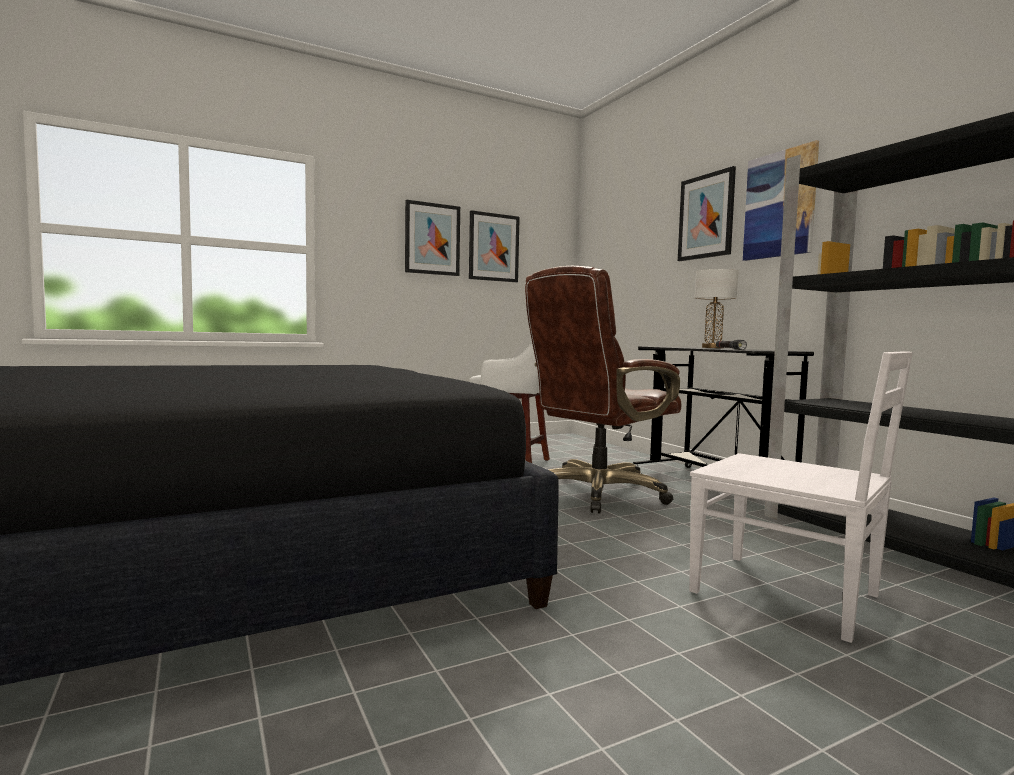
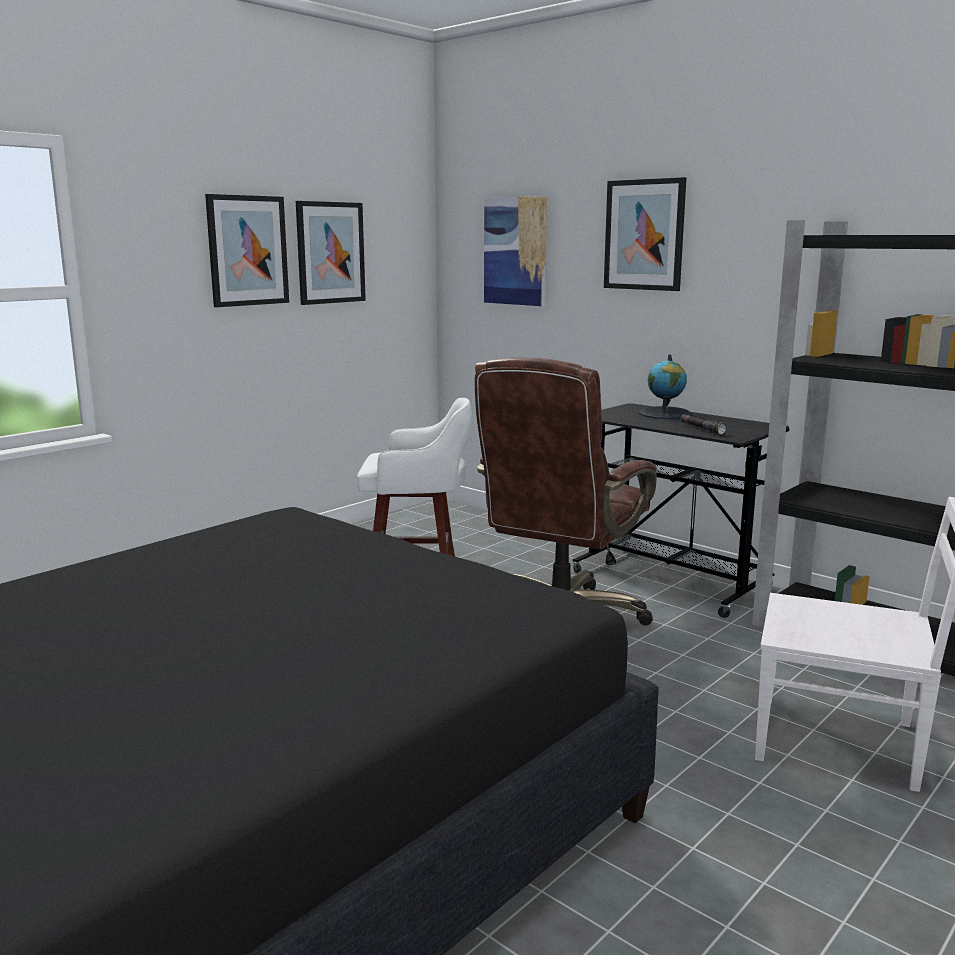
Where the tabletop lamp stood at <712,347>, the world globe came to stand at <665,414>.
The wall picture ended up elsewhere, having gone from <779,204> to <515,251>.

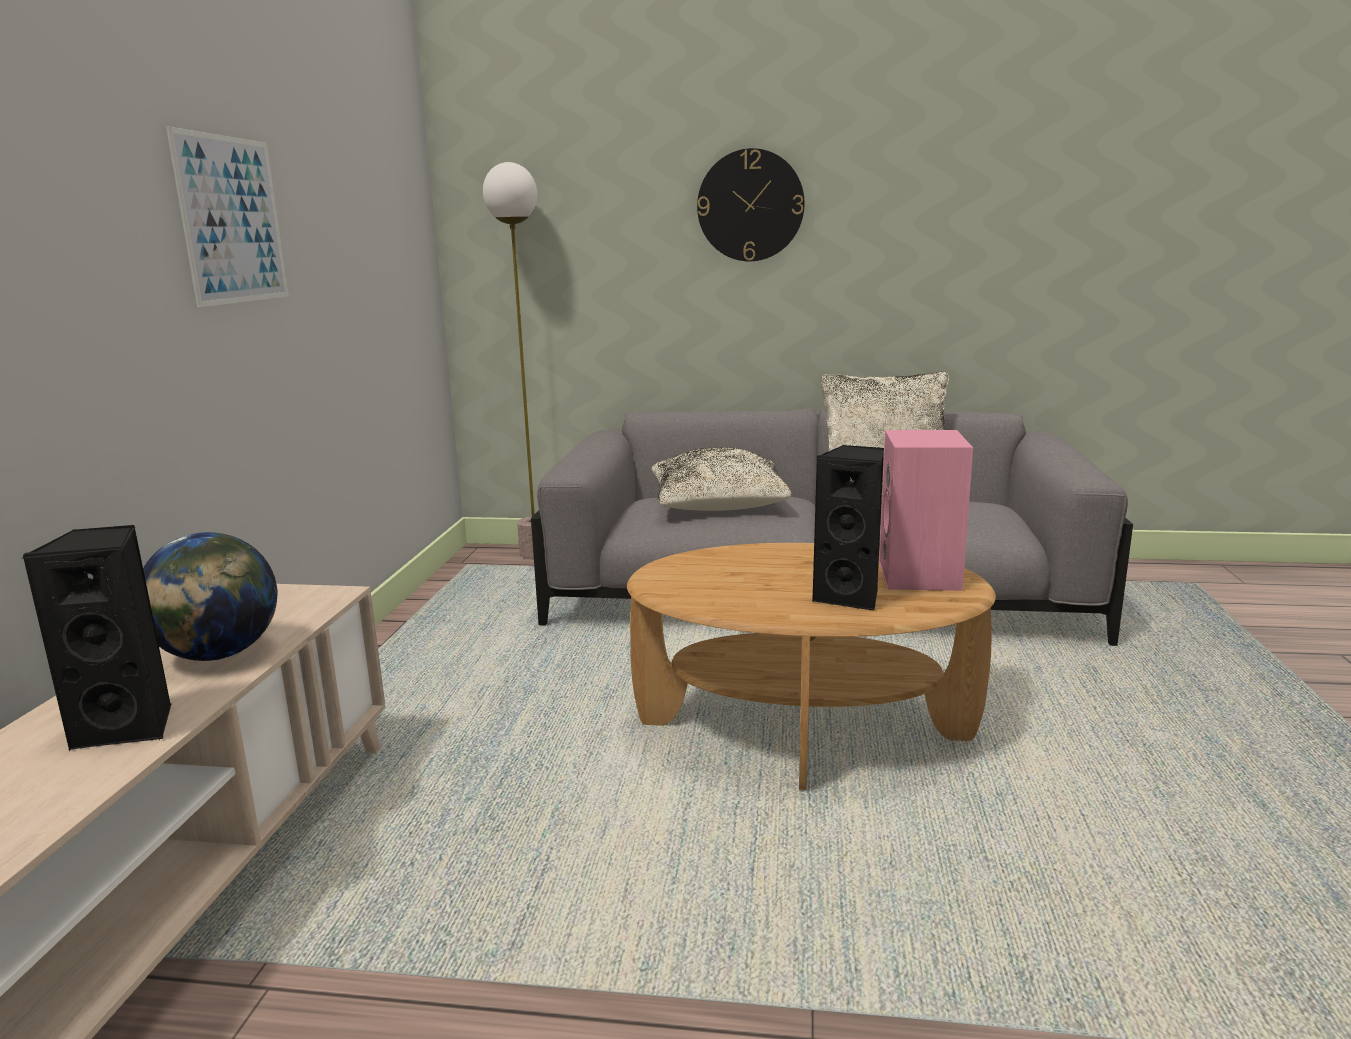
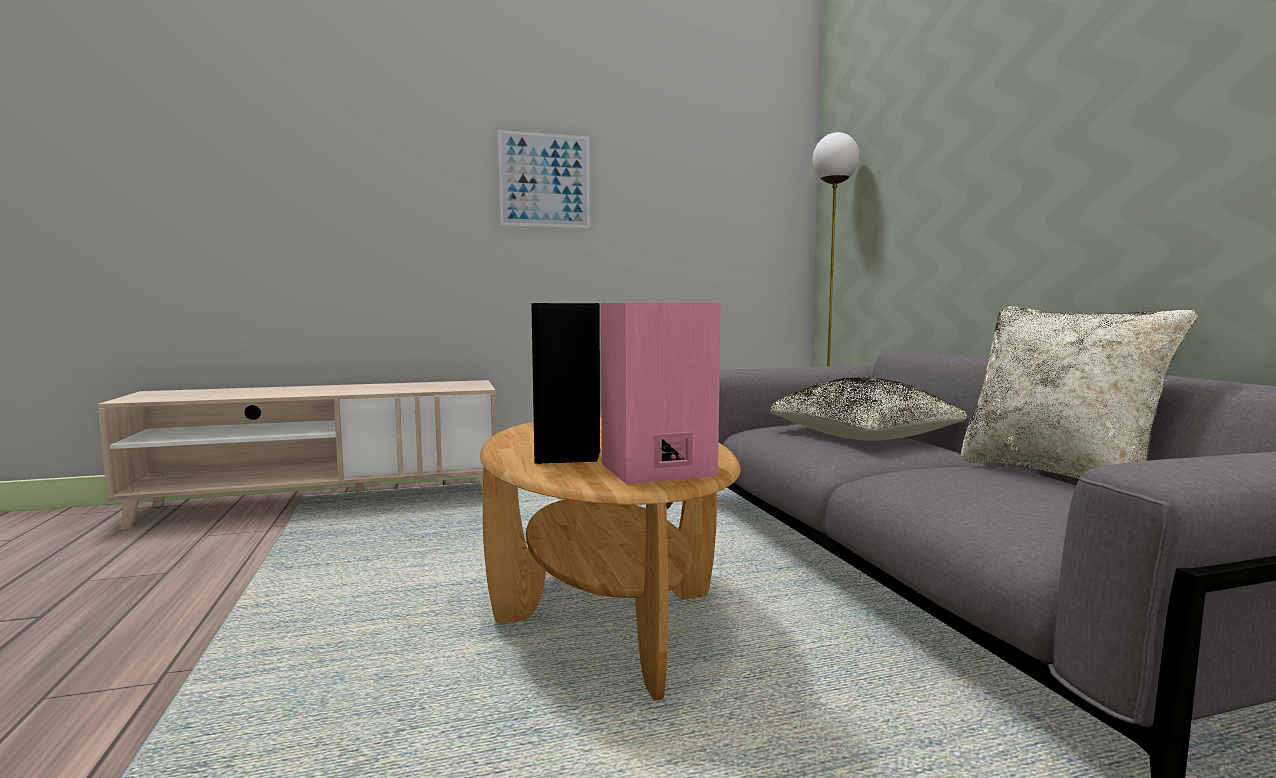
The second view lost the speaker in black at <130,726>.
The second view lost the world globe at <218,655>.
The second view lost the clock on the wall at <750,205>.

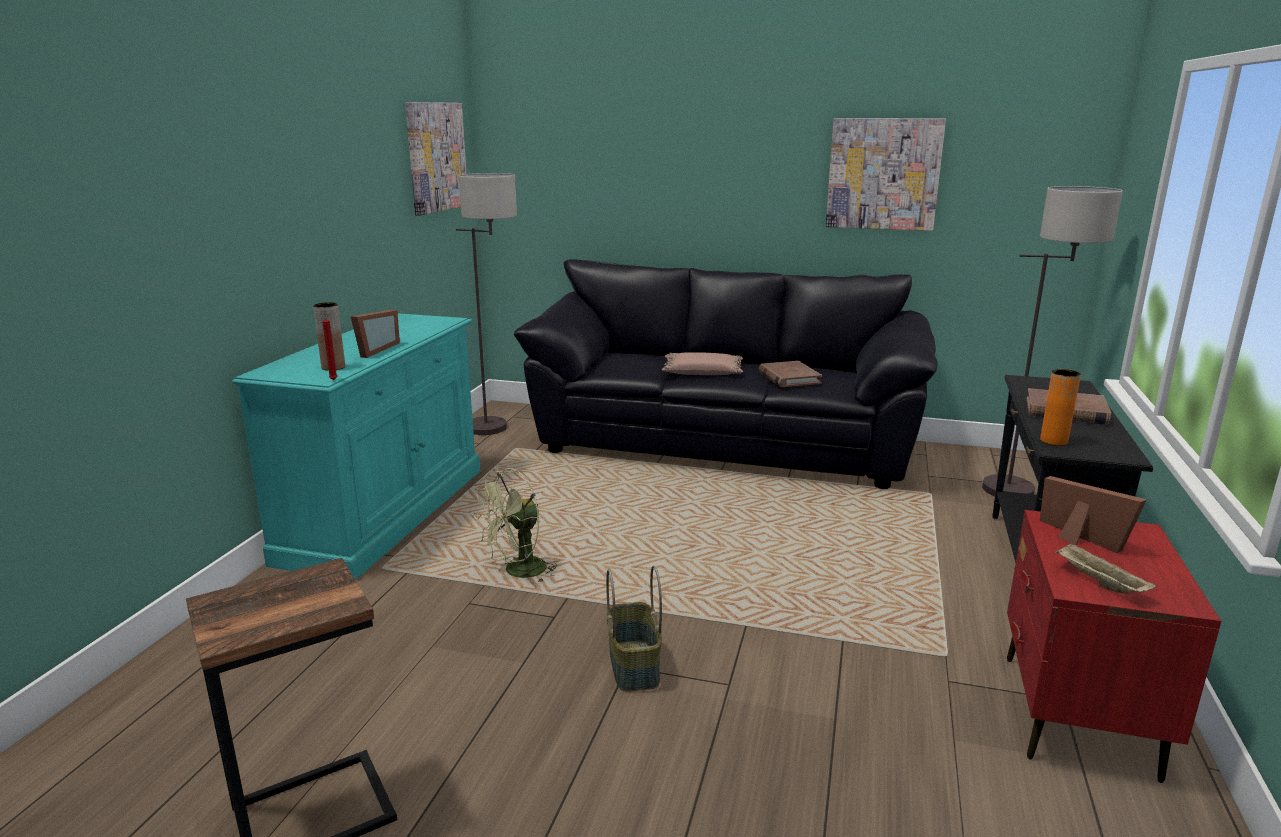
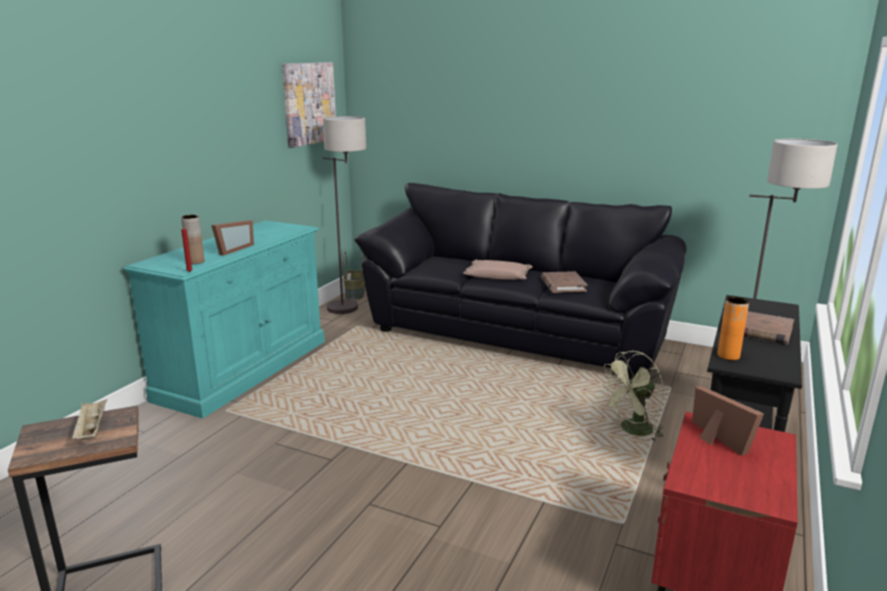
The cooling fan in greenish ended up elsewhere, having gone from <518,572> to <632,431>.
The household basket ended up elsewhere, having gone from <635,666> to <355,294>.
The second view lost the wall picture at <883,174>.
The tray in beige ended up elsewhere, having gone from <1098,582> to <92,430>.

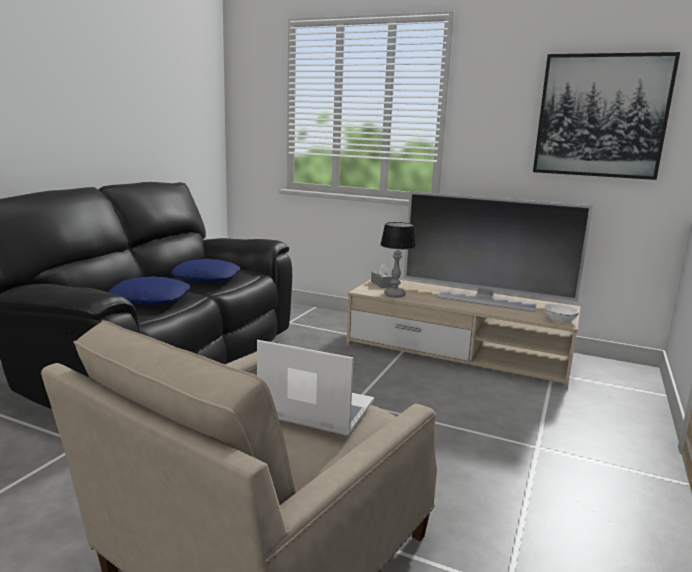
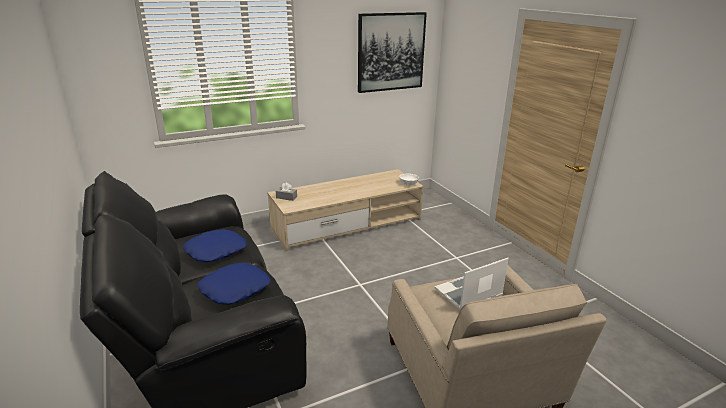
The second view lost the tabletop lamp at <394,295>.
The second view lost the TV set at <486,300>.

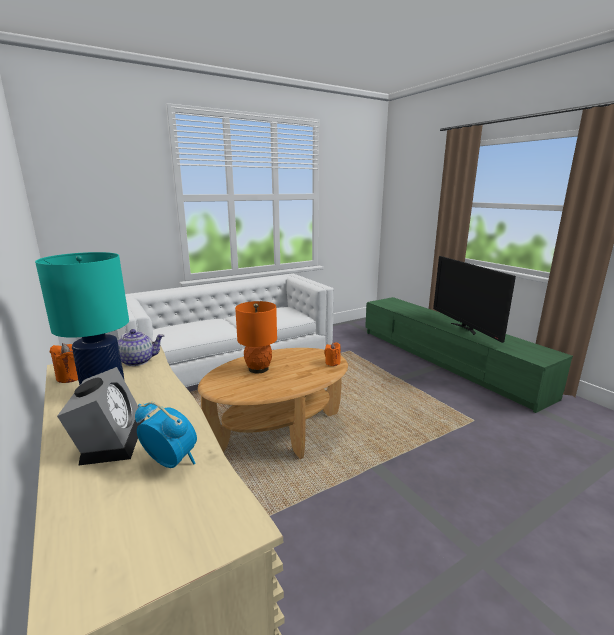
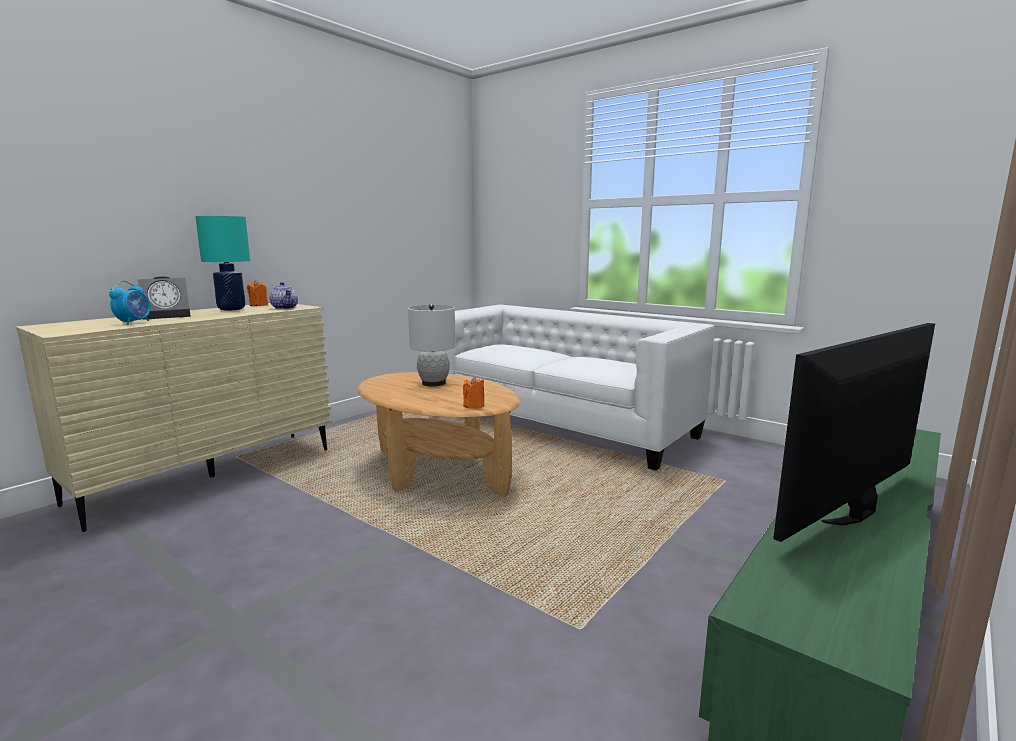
What was the tabletop lamp in orange at <258,369> turned into the tabletop lamp in white at <433,383>.

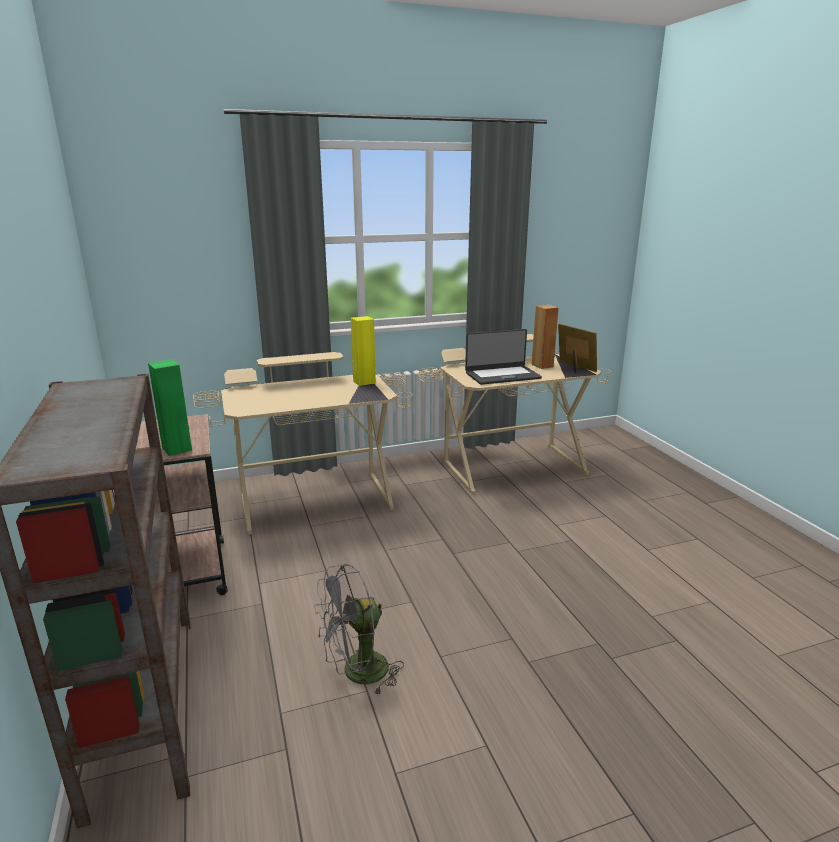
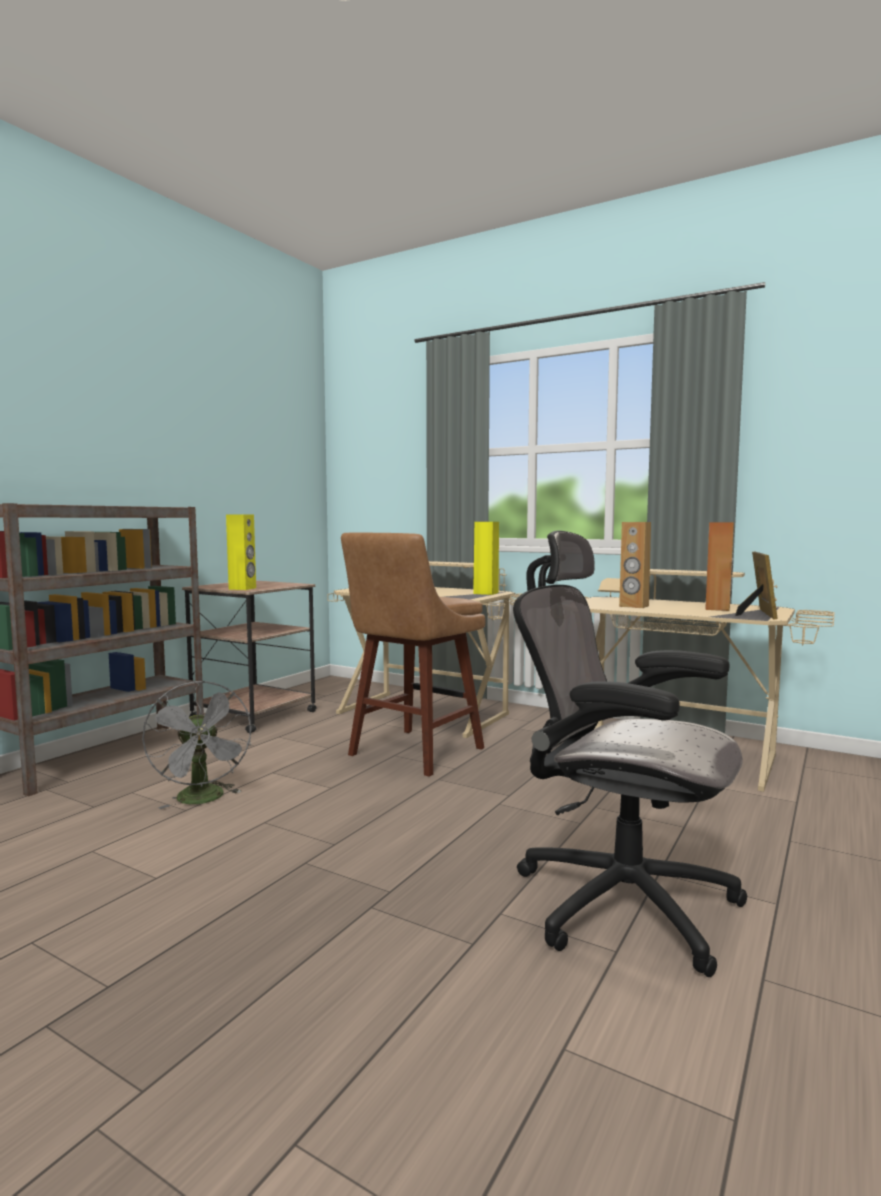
What was the speaker in greenish at <177,448> turned into the speaker in yellowish at <242,588>.
The cooling fan in grey at <357,674> ended up facing another way, 135 degrees counterclockwise from before.
Where the portable computer stood at <502,375>, the speaker in brownish came to stand at <634,606>.
The second view gained the stool seat in brownish at <413,753>.
The second view gained the office chair at <623,905>.

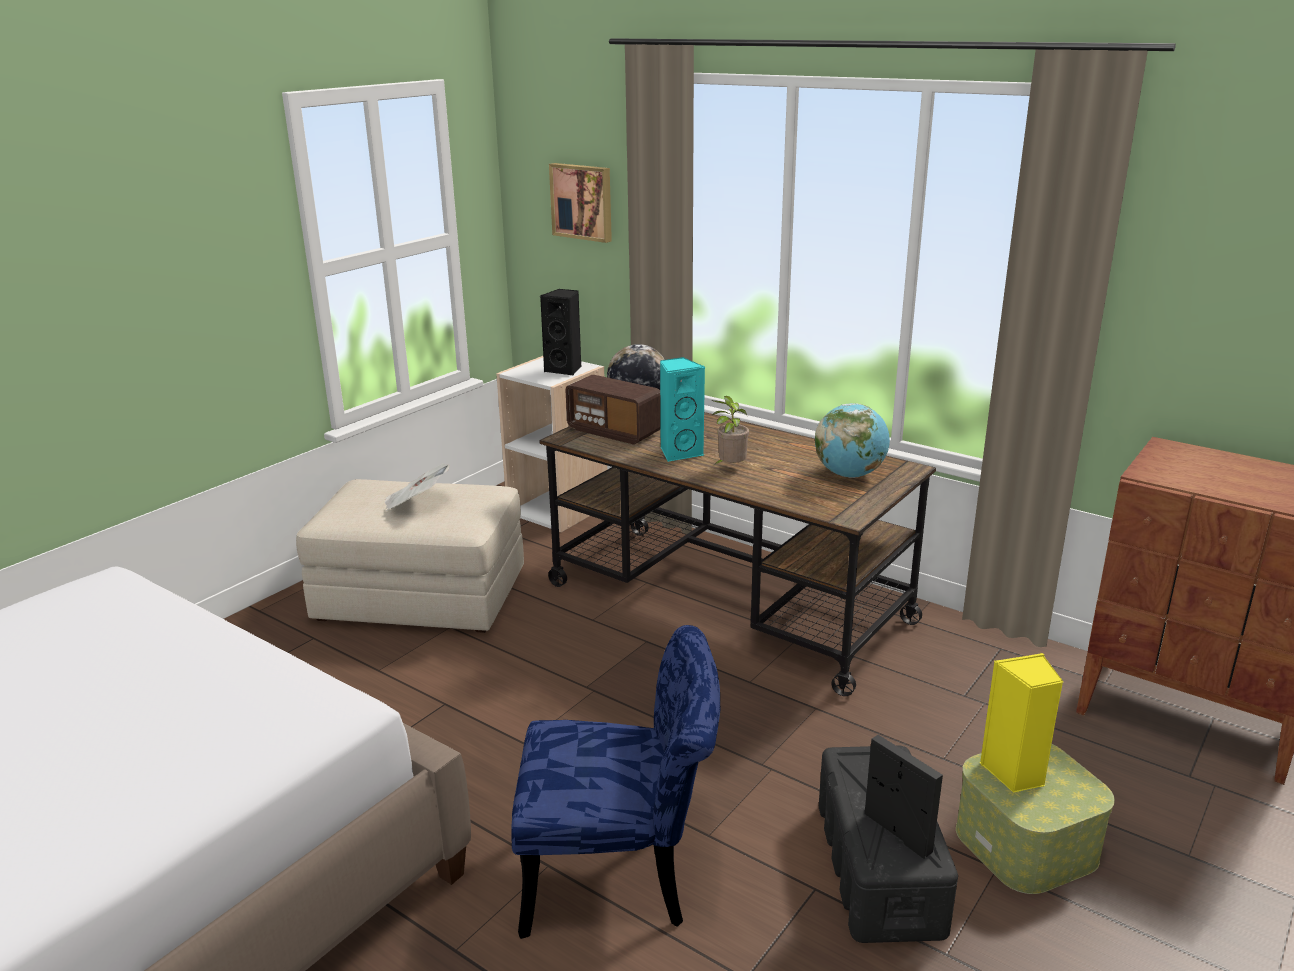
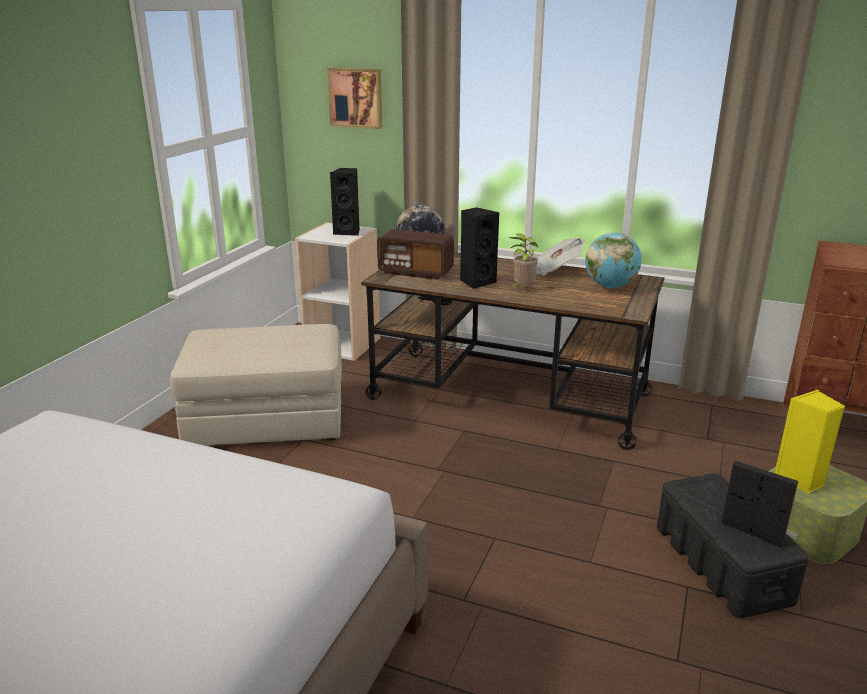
The printed paper ended up elsewhere, having gone from <416,504> to <553,271>.
The second view lost the plain chair in blue at <623,874>.
What was the speaker in blue-green at <679,452> turned into the speaker in black at <476,282>.

